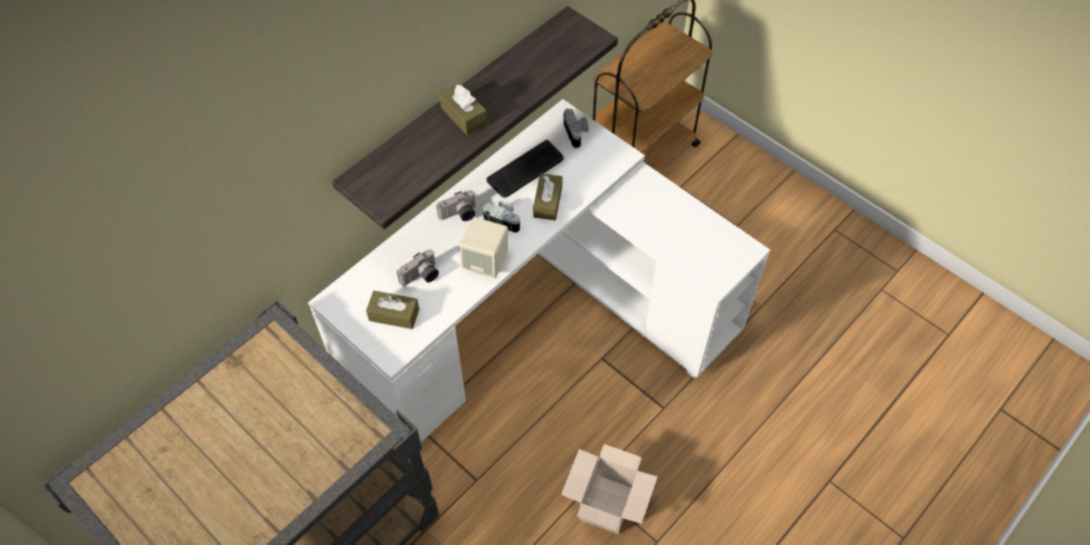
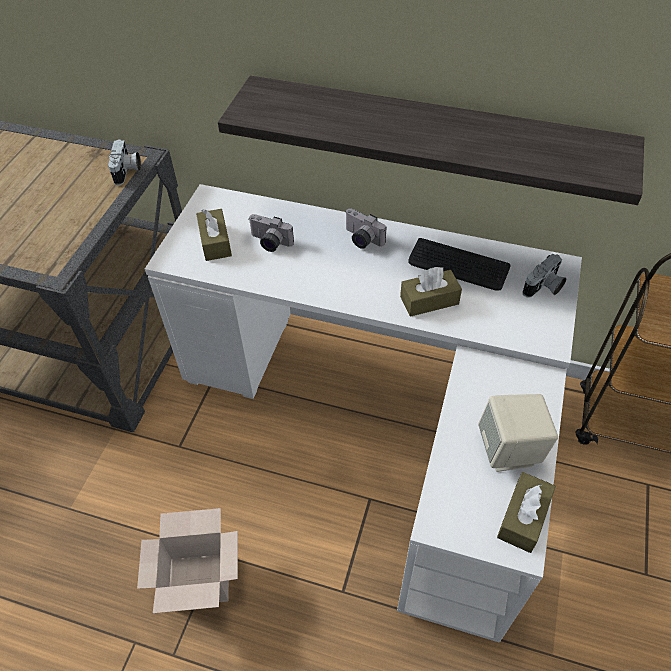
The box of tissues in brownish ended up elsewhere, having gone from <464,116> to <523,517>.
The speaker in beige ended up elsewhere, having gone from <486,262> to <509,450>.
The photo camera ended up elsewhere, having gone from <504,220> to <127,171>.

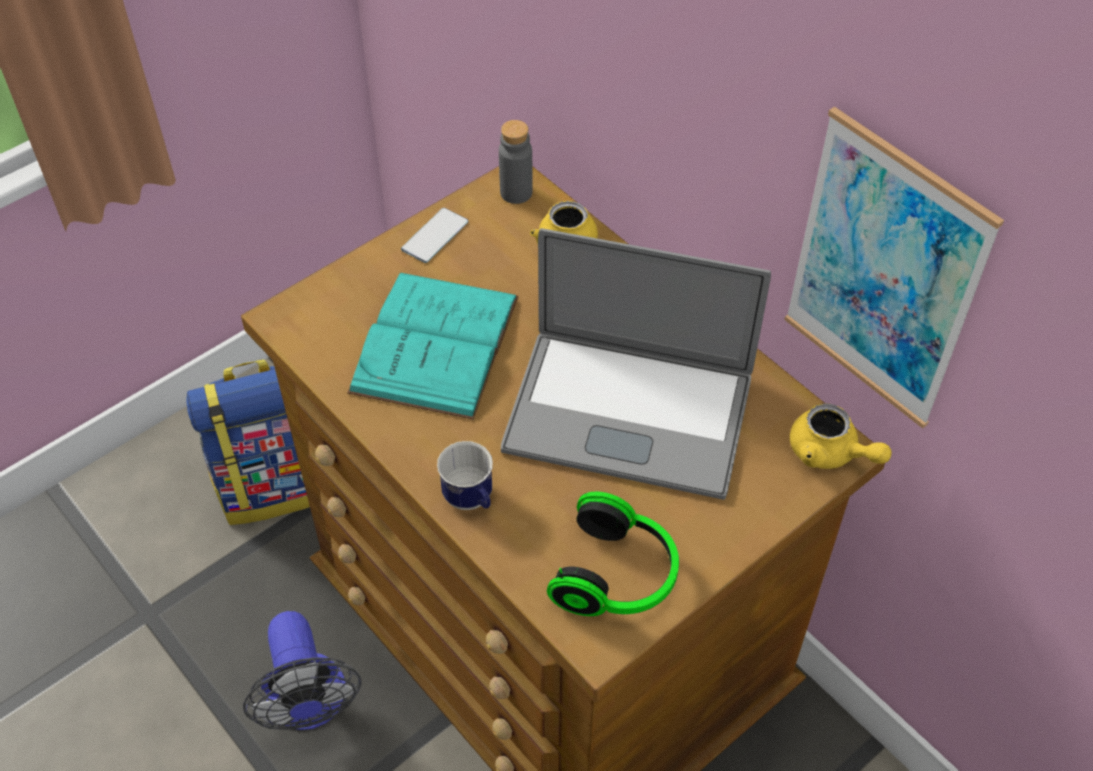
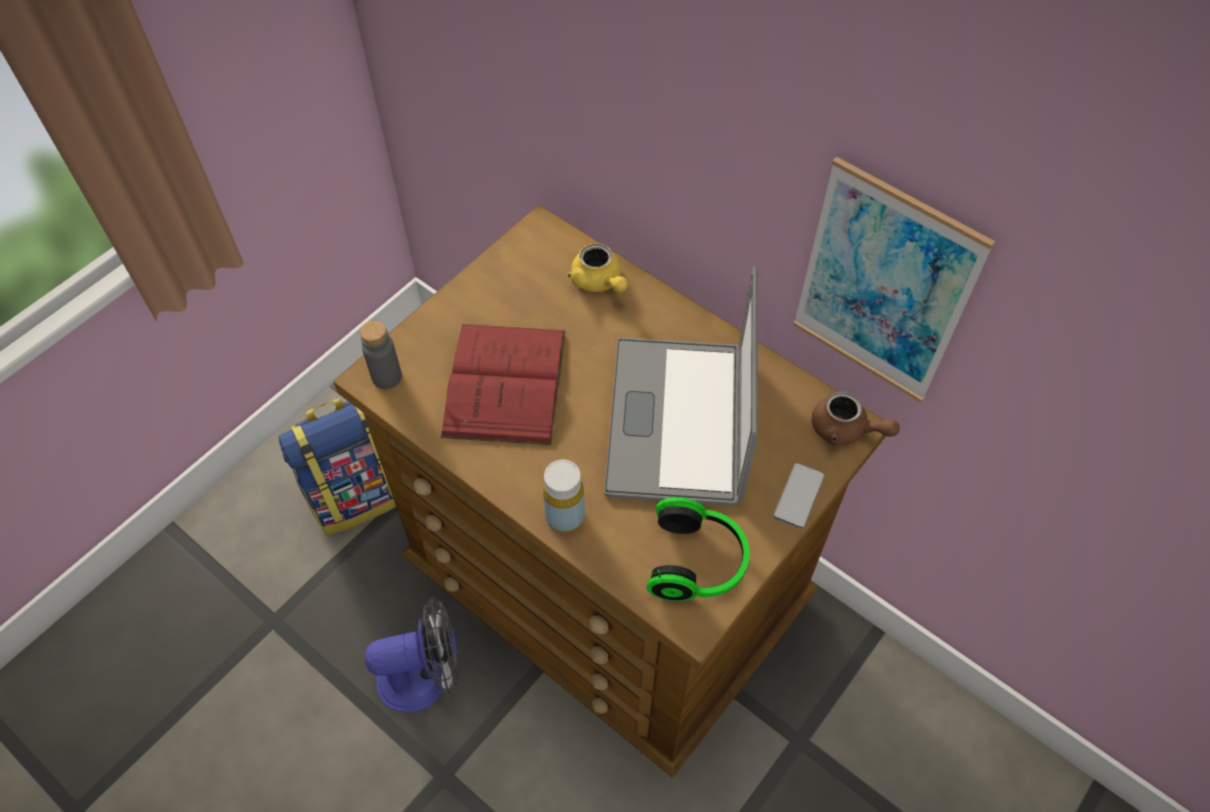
The cooling fan at <310,706> ended up facing another way, 75 degrees counterclockwise from before.
What was the volume in blue-green at <435,344> turned into the volume in reddish at <505,383>.
The telephone ended up elsewhere, having gone from <435,236> to <798,496>.
Where the tea mug stood at <471,500>, the bottle in yellowish came to stand at <565,516>.
The bottle in grey ended up elsewhere, having gone from <516,192> to <387,377>.
The portable computer at <628,413> ended up facing another way, 90 degrees clockwise from before.
What was the teapot in yellowish at <830,453> turned into the teapot in brownish at <846,430>.

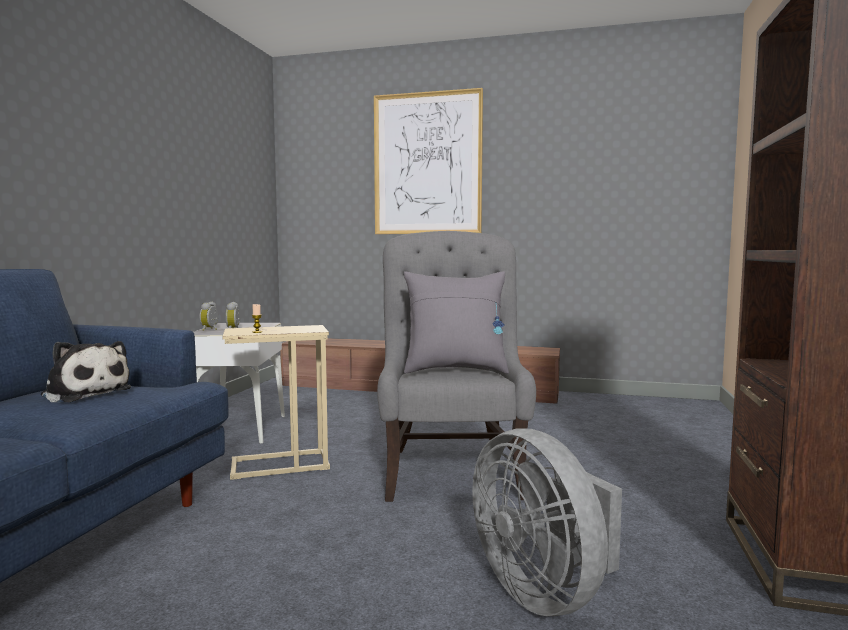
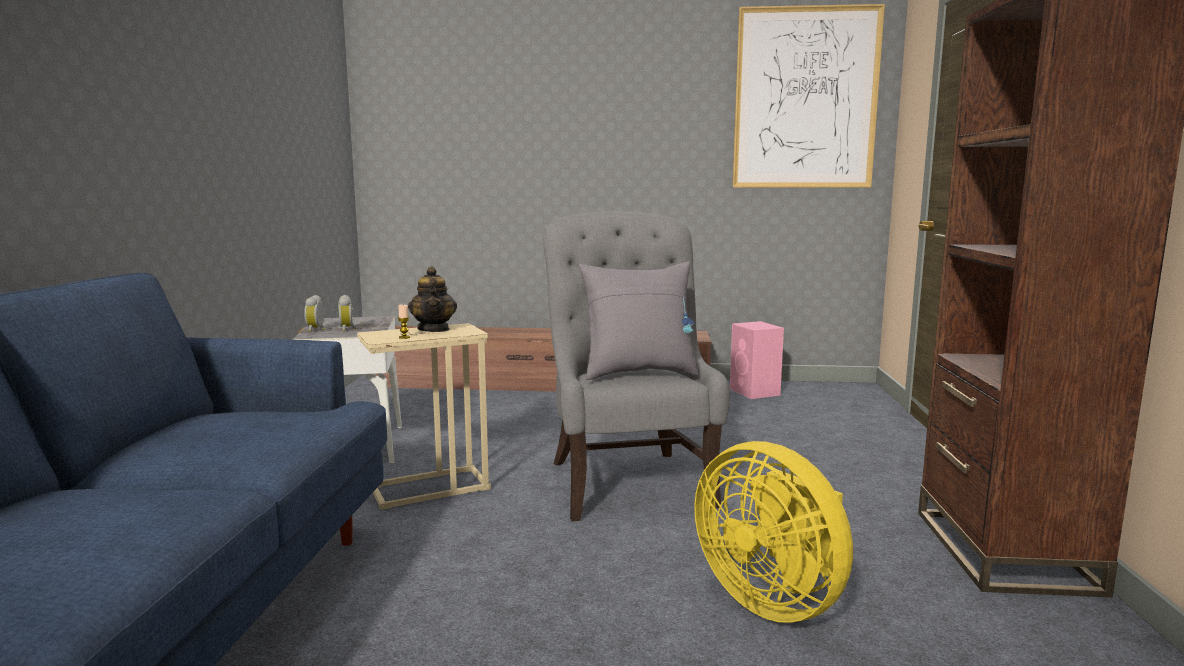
The second view lost the plush toy at <85,393>.
The wall picture ended up elsewhere, having gone from <427,164> to <805,99>.
What was the cooling fan in grey at <544,591> turned into the cooling fan in yellowish at <773,600>.
The second view gained the teapot at <434,329>.
The second view gained the speaker in pink-coloured at <755,392>.

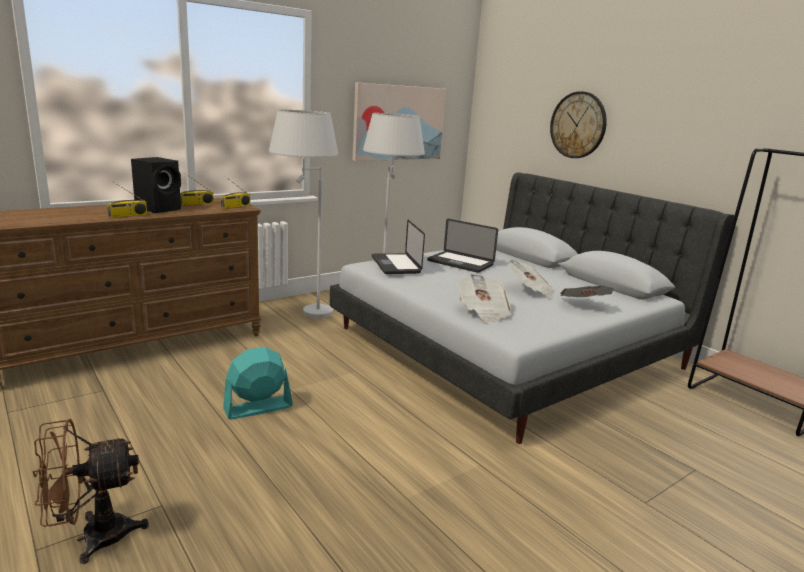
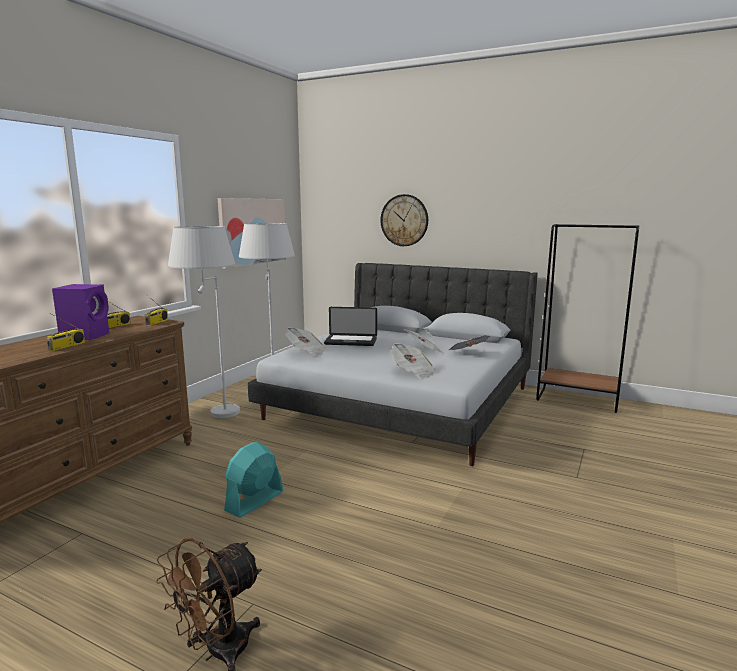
What was the speaker in black at <160,208> turned into the speaker in purplish at <86,335>.
Where the portable computer stood at <395,265>, the printed paper came to stand at <306,352>.

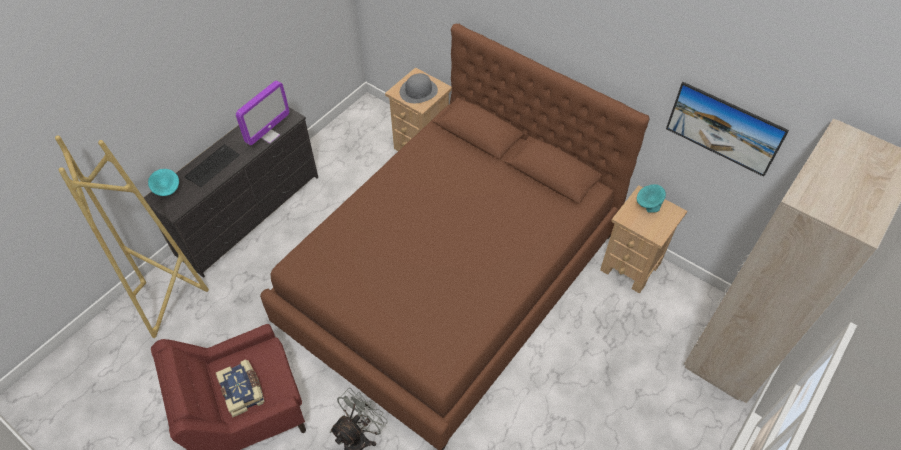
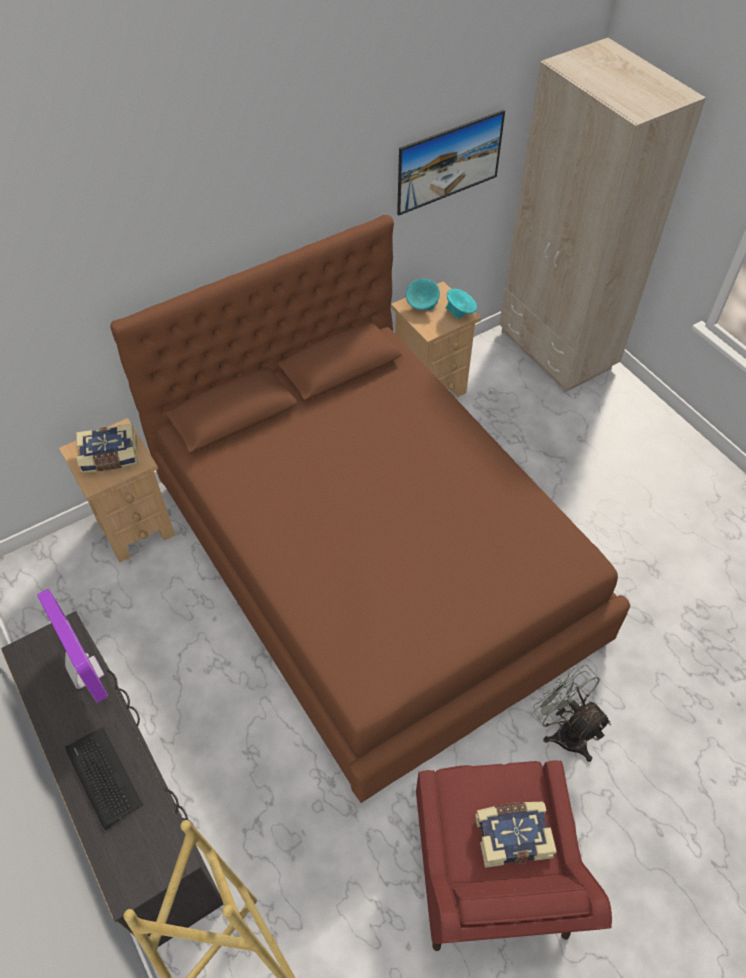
The serving bowl in blue-green ended up elsewhere, having gone from <168,190> to <460,313>.
Where the wearable hat in grey stood at <418,91>, the volume came to stand at <110,457>.

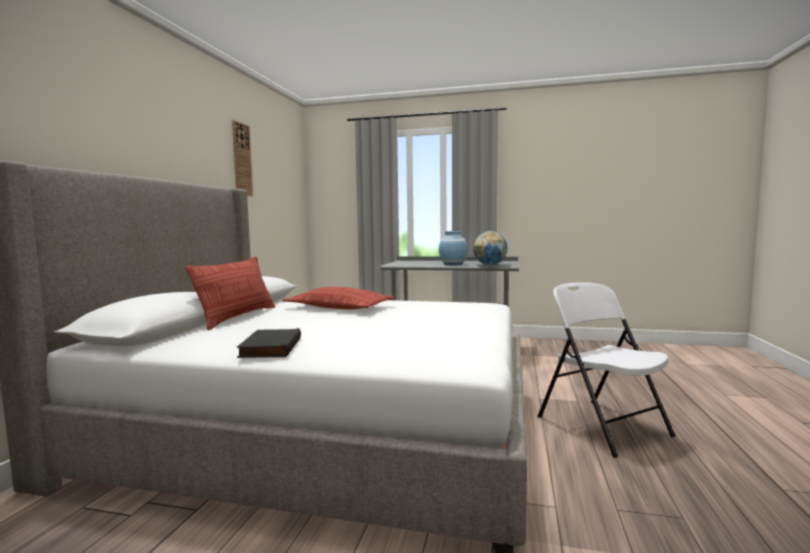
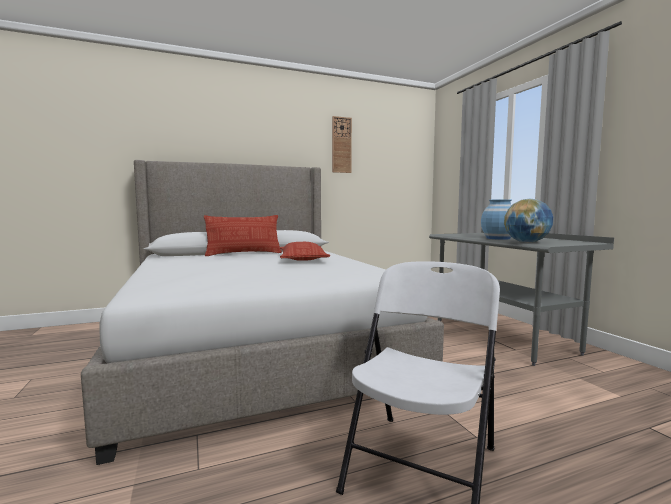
The second view lost the volume in black at <269,347>.

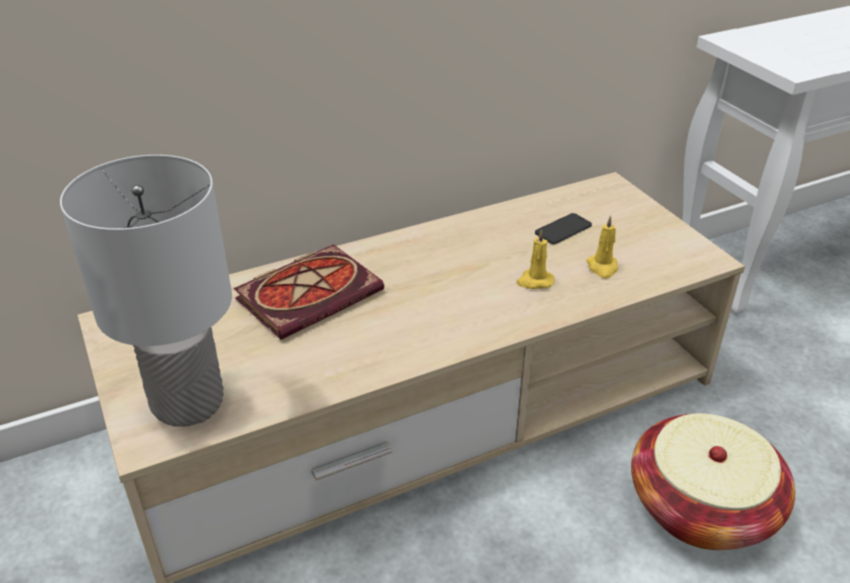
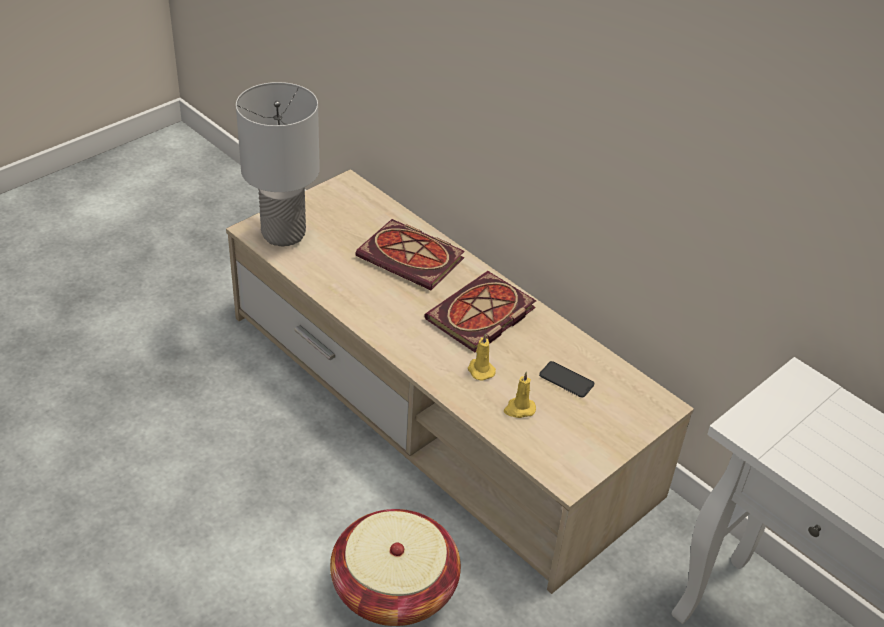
The second view gained the volume at <480,316>.

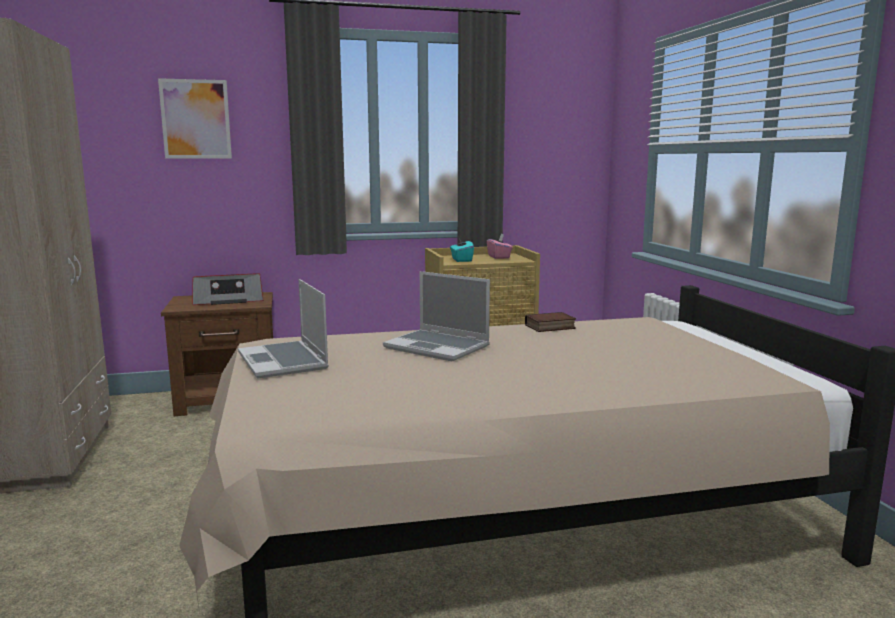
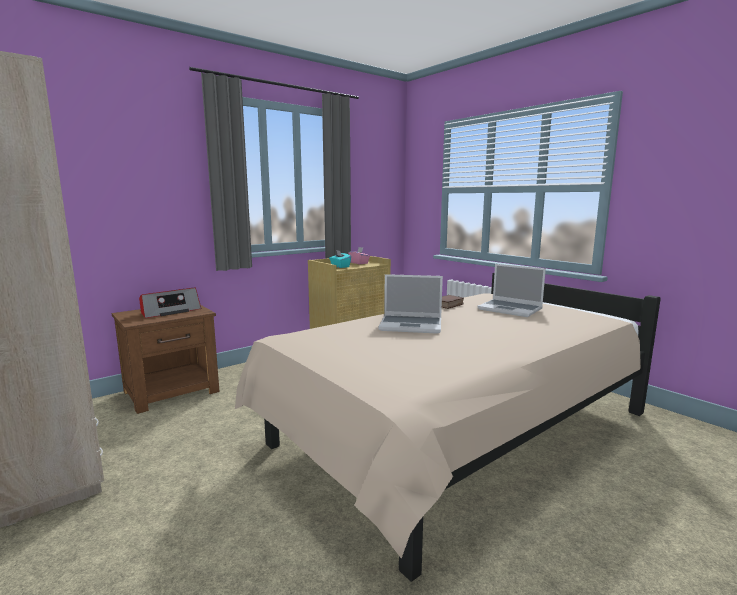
The second view lost the wall picture at <196,119>.
The portable computer ended up elsewhere, having gone from <284,362> to <511,309>.

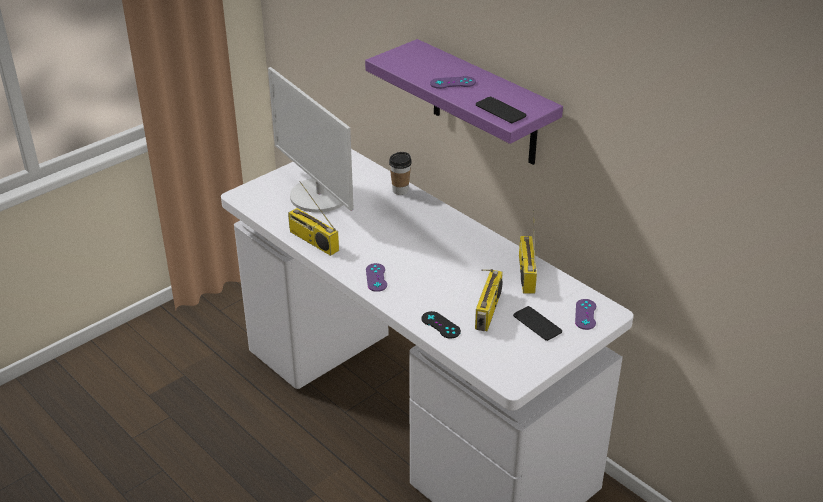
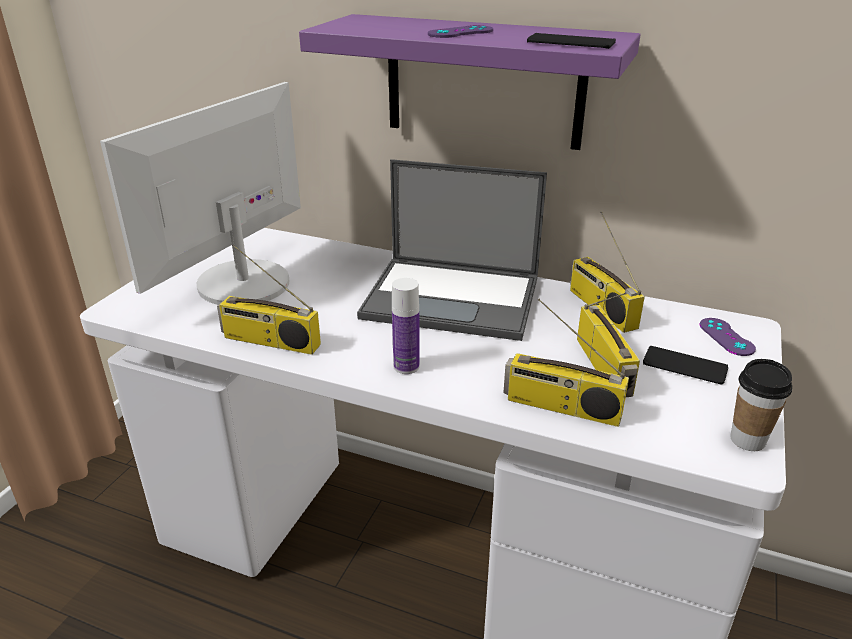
The computer screen at <319,196> ended up facing another way, 90 degrees clockwise from before.
Where the gamepad in purplish stood at <376,277>, the bottle came to stand at <406,366>.
The drinking cup ended up elsewhere, having gone from <400,190> to <747,440>.
Where the gamepad in black stood at <440,325>, the radio came to stand at <561,407>.
The second view gained the portable computer at <454,298>.

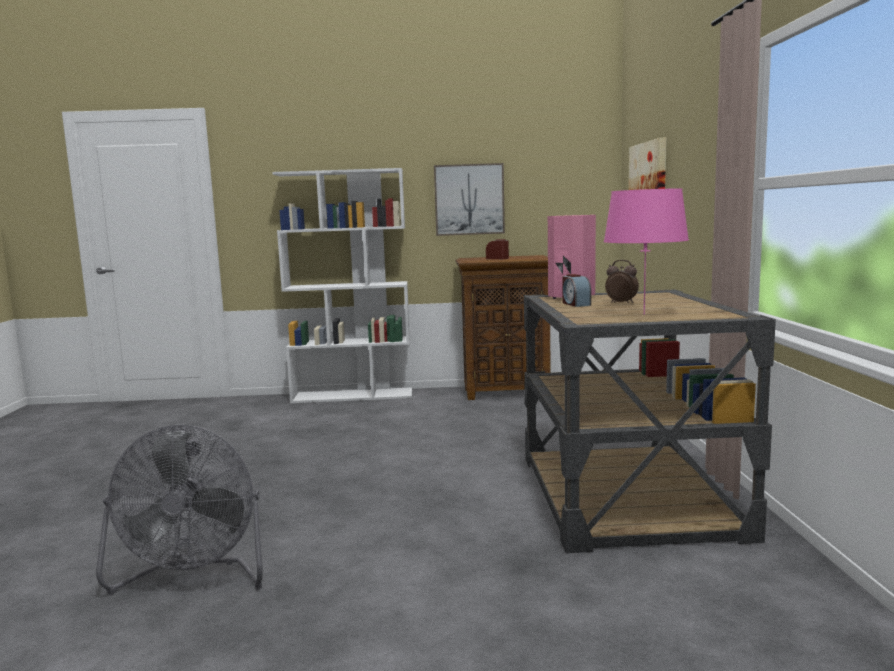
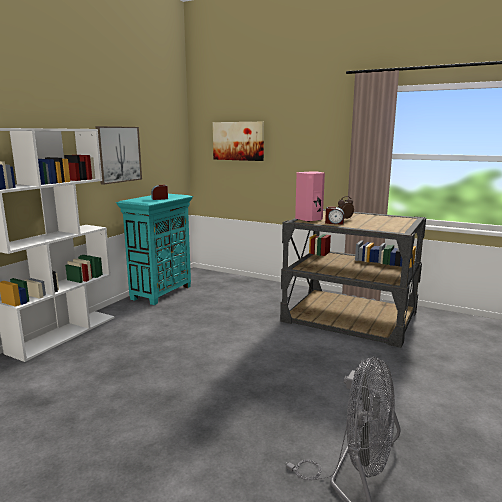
What was the cabinet in brownish at <507,392> turned into the cabinet in blue-green at <161,292>.
The second view lost the tabletop lamp in pink-coloured at <644,314>.

